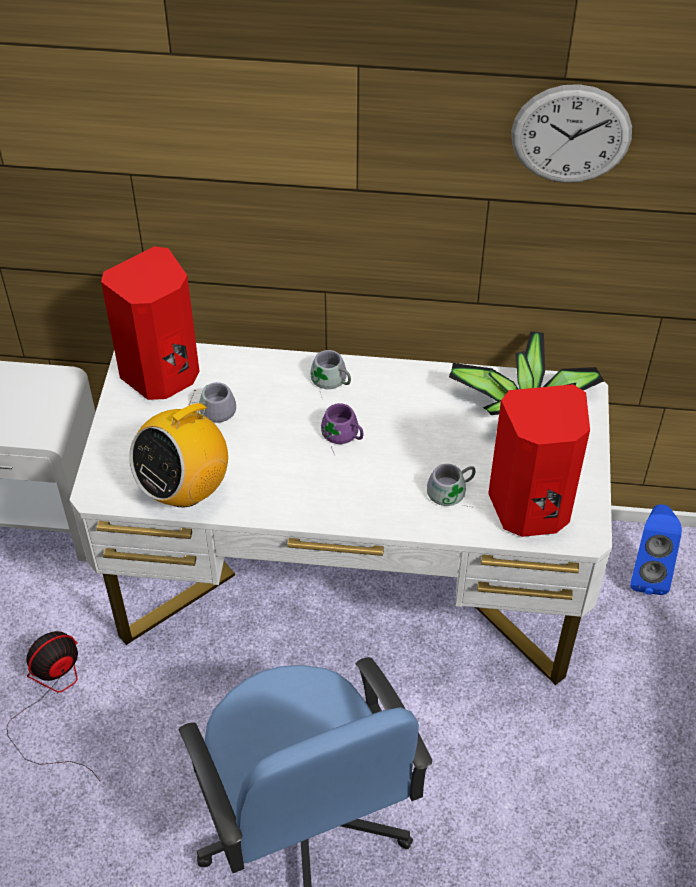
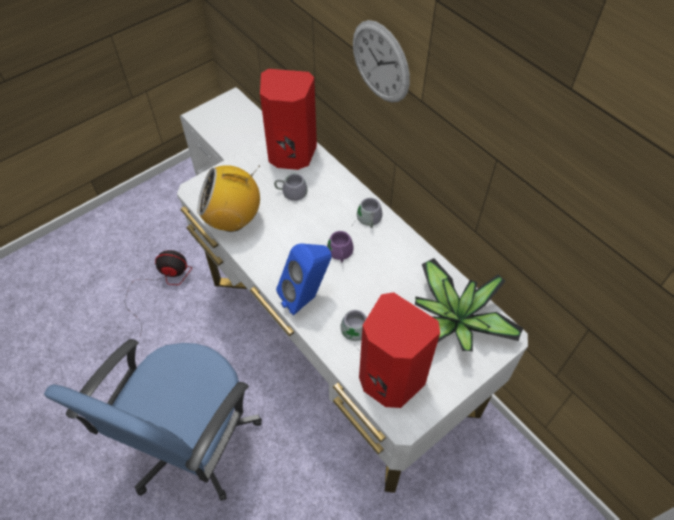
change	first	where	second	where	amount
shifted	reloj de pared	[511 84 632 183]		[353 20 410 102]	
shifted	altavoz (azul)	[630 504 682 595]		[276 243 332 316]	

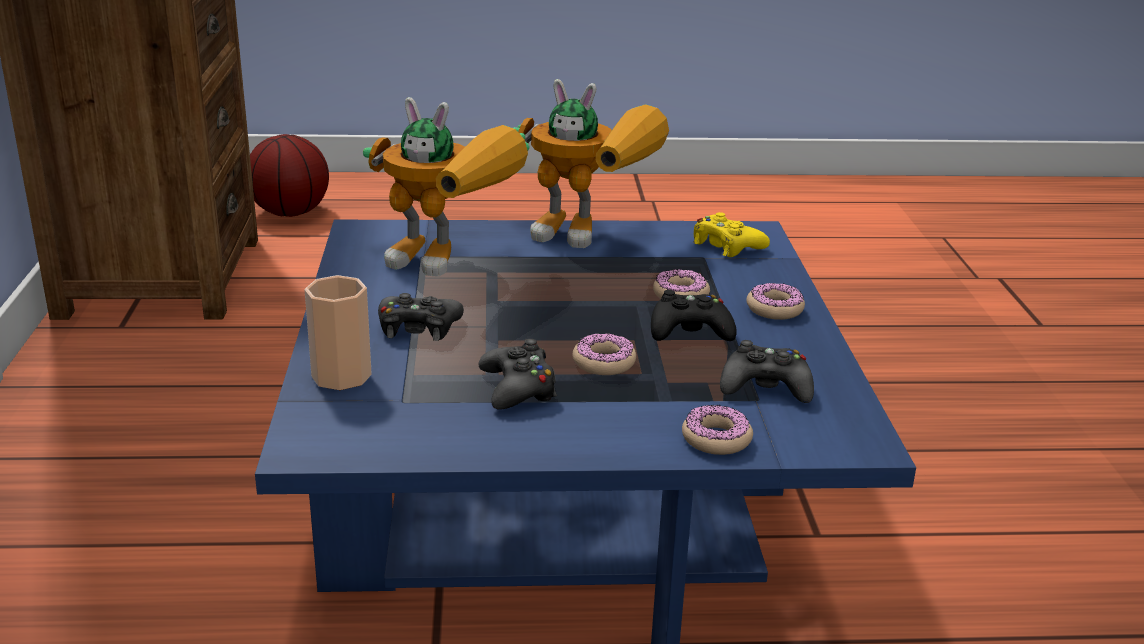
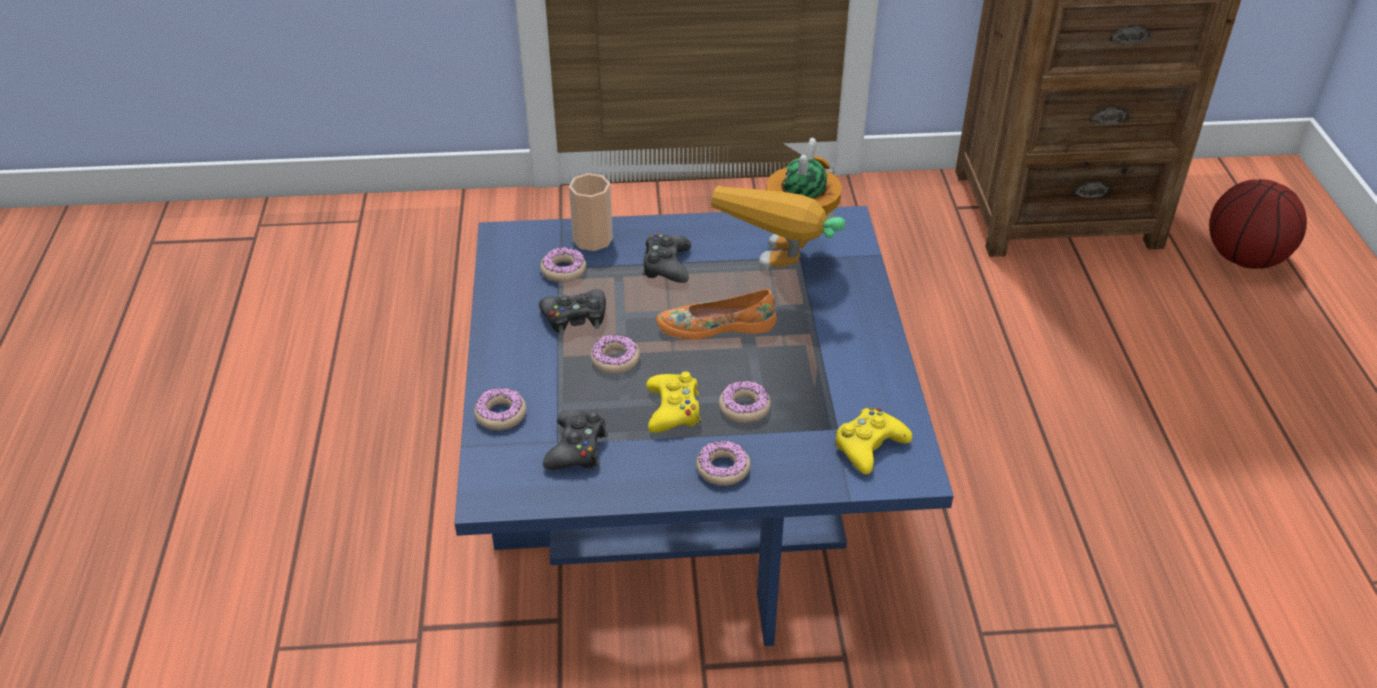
change	first	where	second	where	amount
gone	robot de juguete	[514 79 669 248]			
repainted	mando de consola (negro)	[651 290 736 341]	mando de consola (amarillo)	[646 371 701 433]	
new			rosquilla	[540 247 586 283]	
new			zapato (naranja)	[656 289 777 340]	

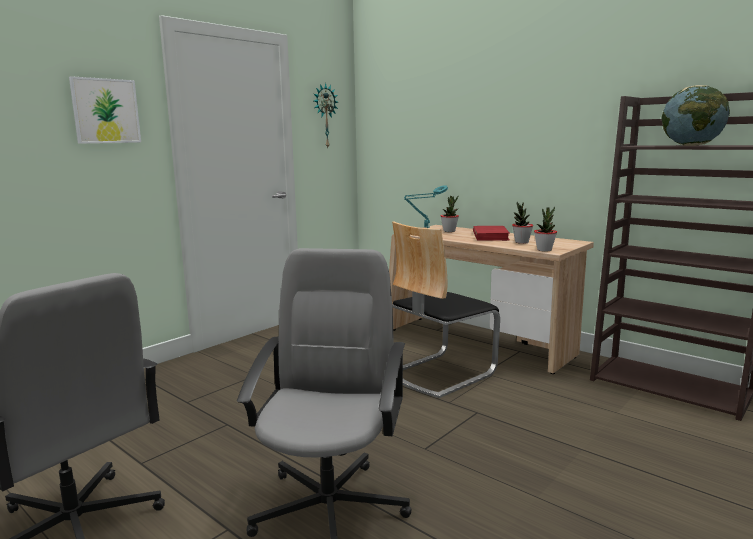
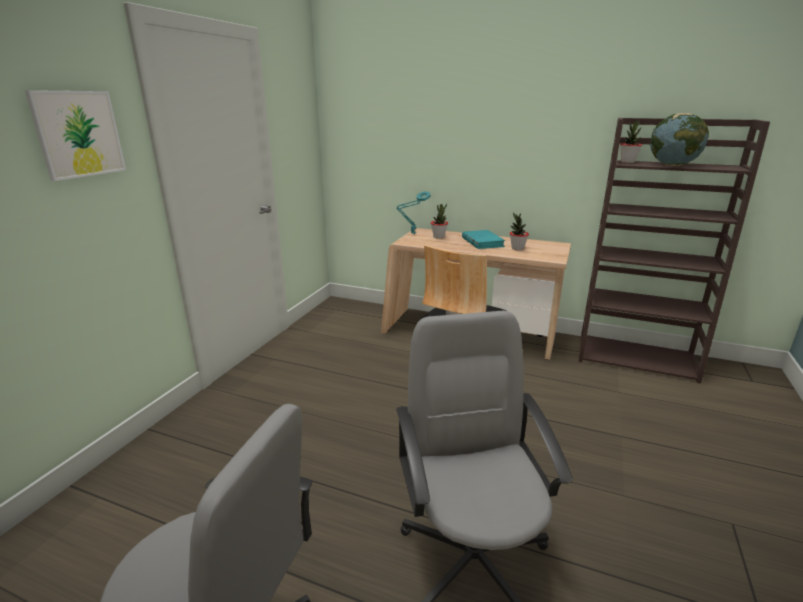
change	first	where	second	where	amount
gone	reloj de pared	[314 83 338 148]			
shifted	planta en maceta	[534 207 557 252]		[620 121 642 163]	
repainted	libro (rojo)	[473 226 510 241]	libro (turquesa)	[462 230 505 249]	

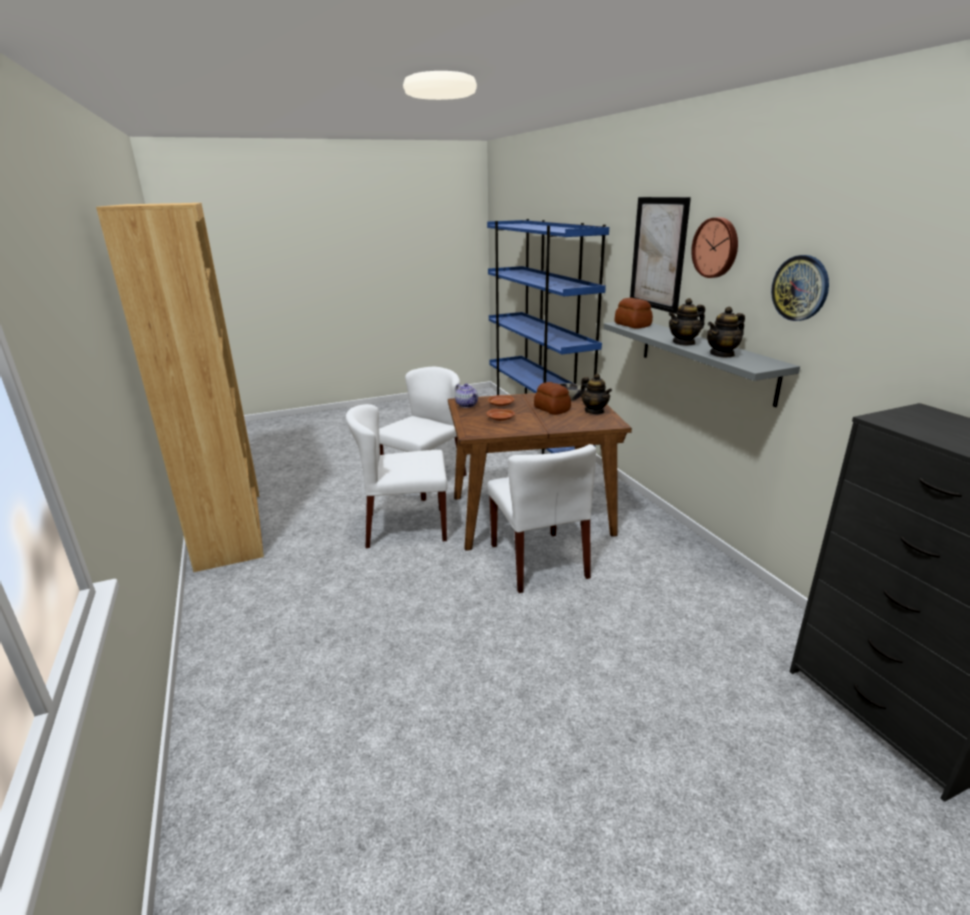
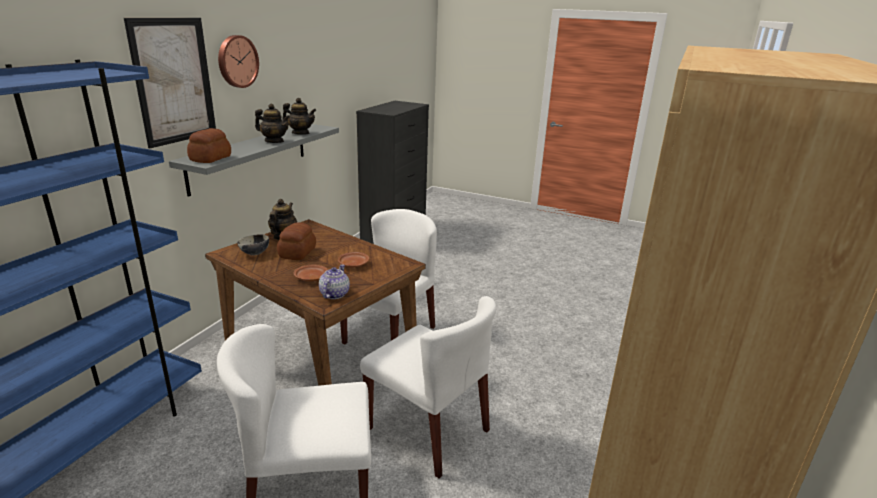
change	first	where	second	where	amount
gone	reloj de pared	[771 255 829 321]			

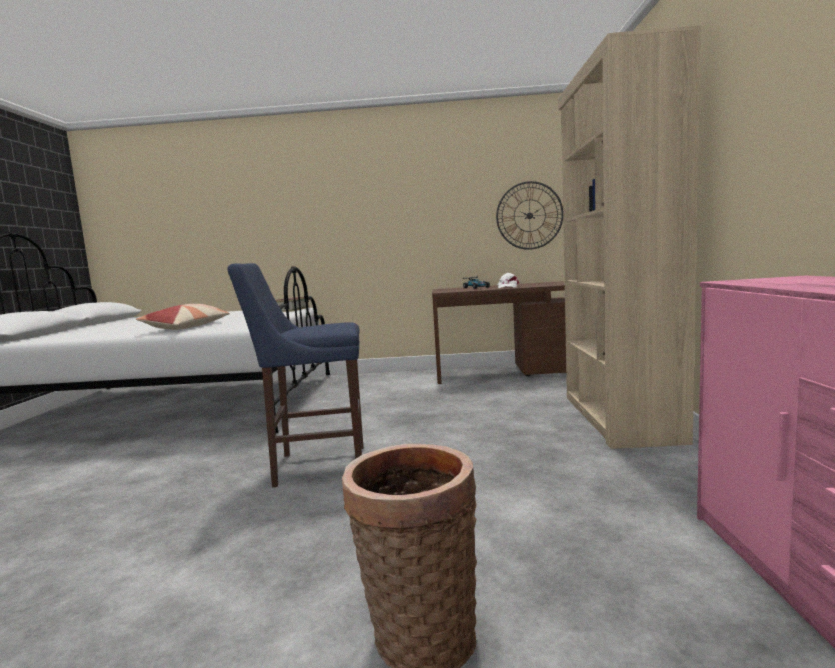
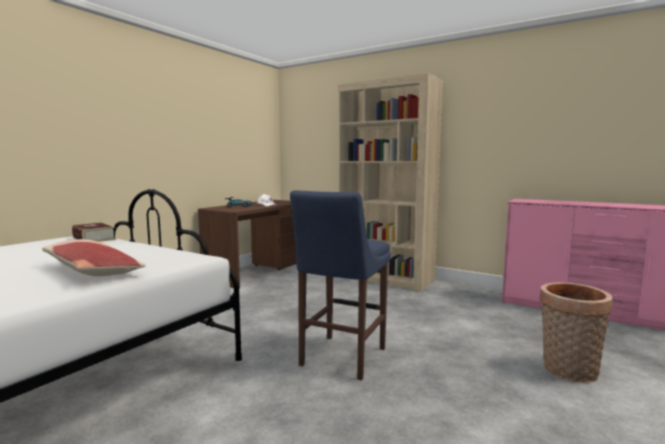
change	first	where	second	where	amount
gone	reloj de pared	[496 181 563 250]			

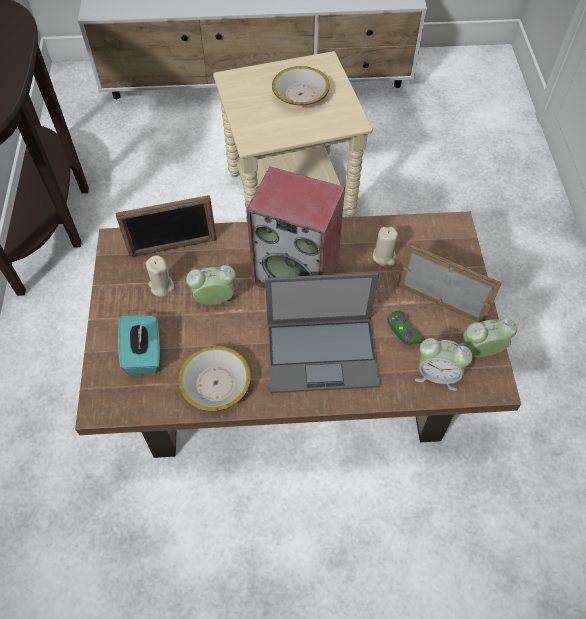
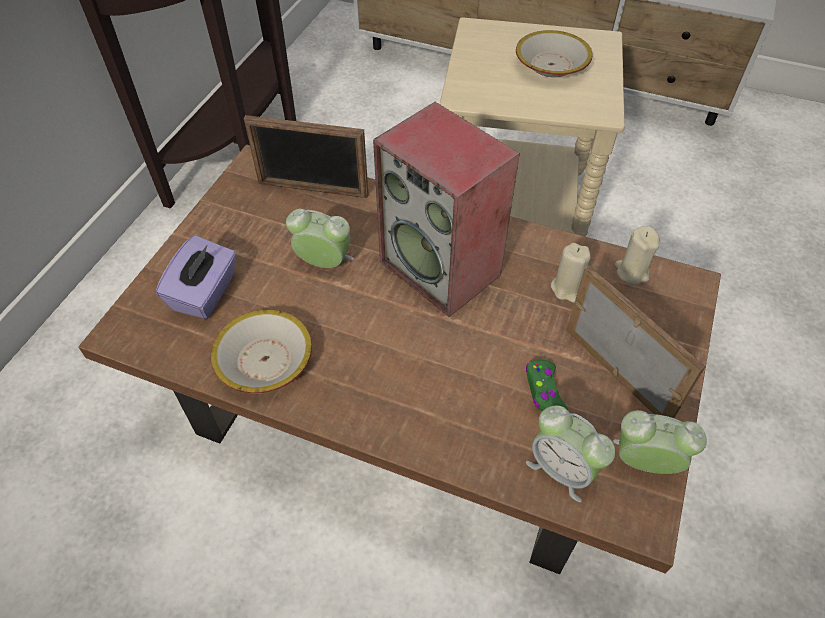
change	first	where	second	where	amount
shifted	vela (beis)	[145 255 174 297]		[615 226 660 285]	
gone	portátil	[265 272 380 393]			
repainted	caja de pañuelos (turquesa)	[118 316 160 376]	caja de pañuelos (morado)	[156 235 236 319]	

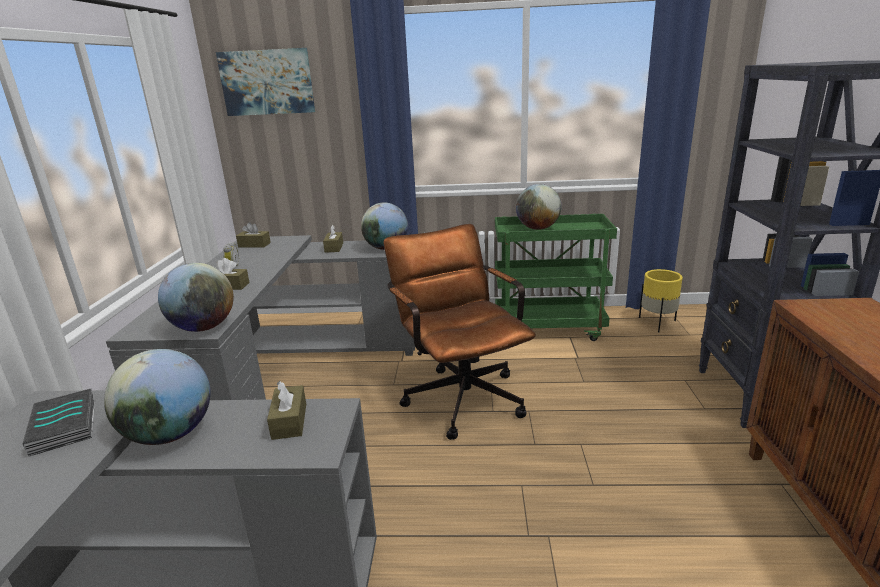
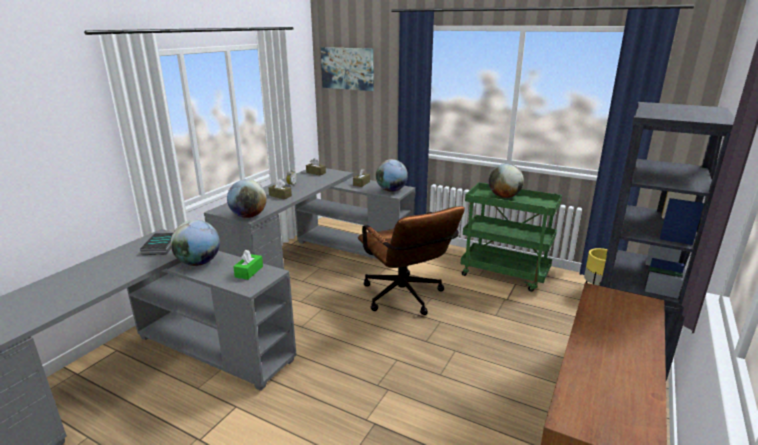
change	first	where	second	where	amount
rotated	silla de oficina (marrón)	[384 224 536 440]		[358 206 465 315]	150 degrees clockwise
repainted	caja de pañuelos (marrón)	[267 381 306 440]	caja de pañuelos (verde)	[233 250 263 280]	

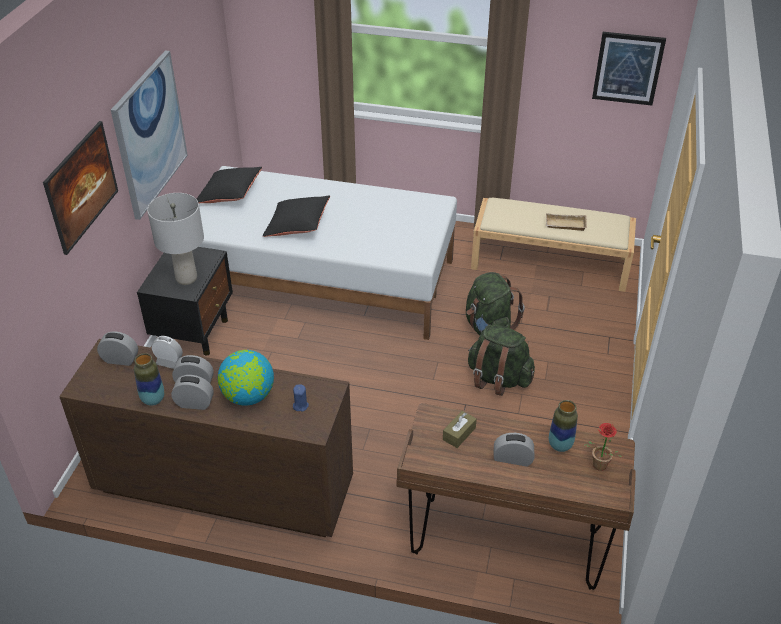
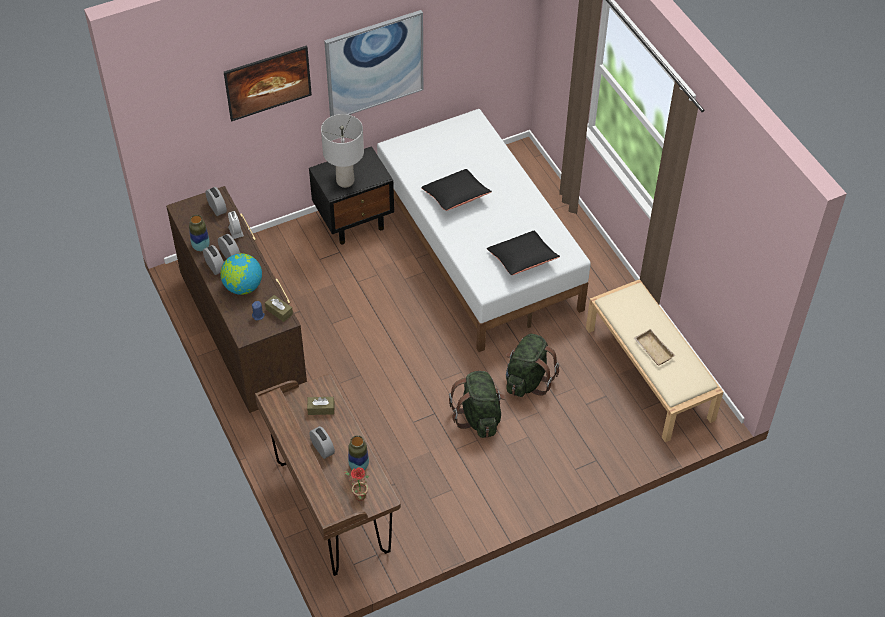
change	first	where	second	where	amount
gone	cuadro	[592 32 666 106]			
shifted	cojín (negro)	[197 167 262 203]		[487 231 560 275]	
new			caja de pañuelos (marrón)	[265 295 293 322]	

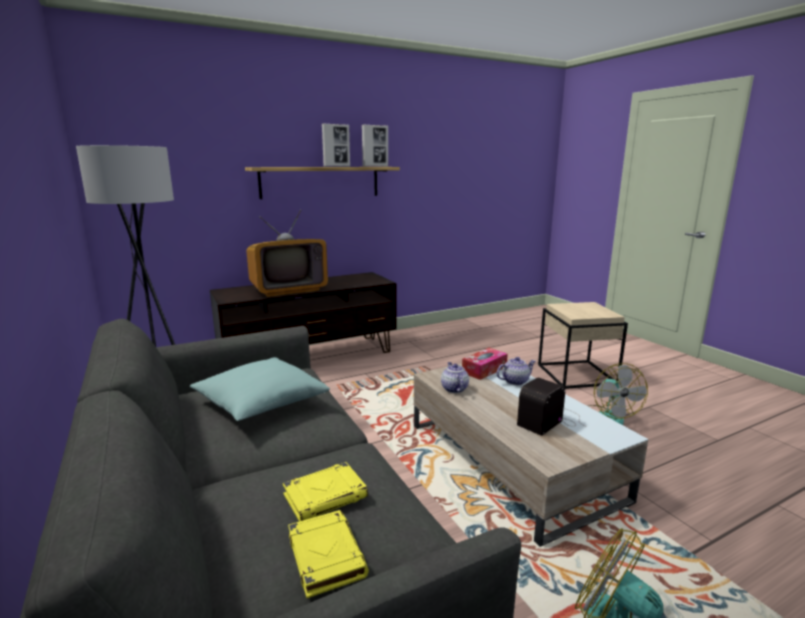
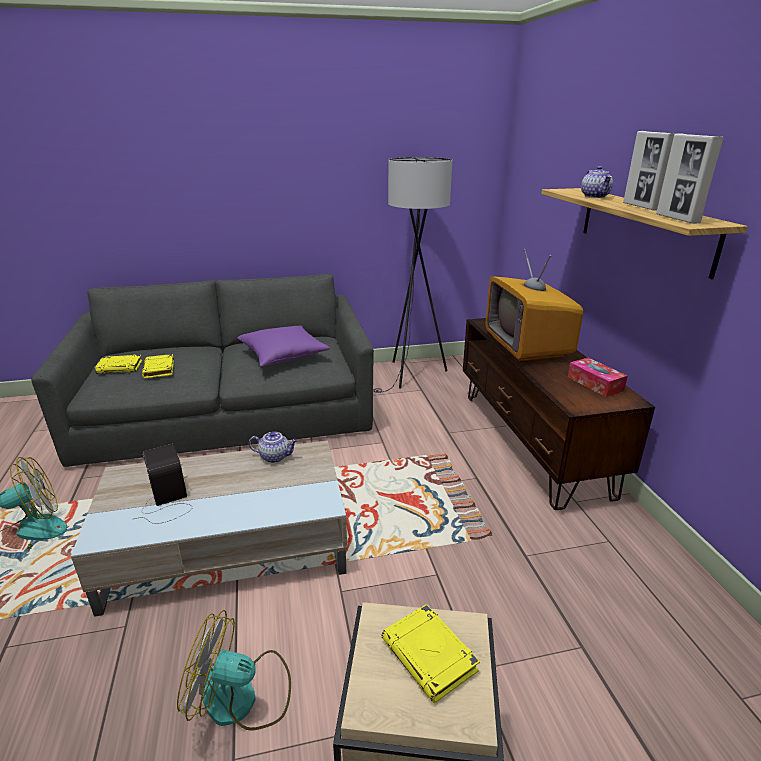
change	first	where	second	where	amount
shifted	caja de pañuelos	[462 348 508 380]		[568 358 628 397]	
repainted	cojín (turquesa)	[190 357 330 421]	cojín (morado)	[237 326 330 367]	
shifted	tetera	[496 357 536 385]		[581 166 613 198]	
new			libro (amarillo)	[382 604 480 703]	

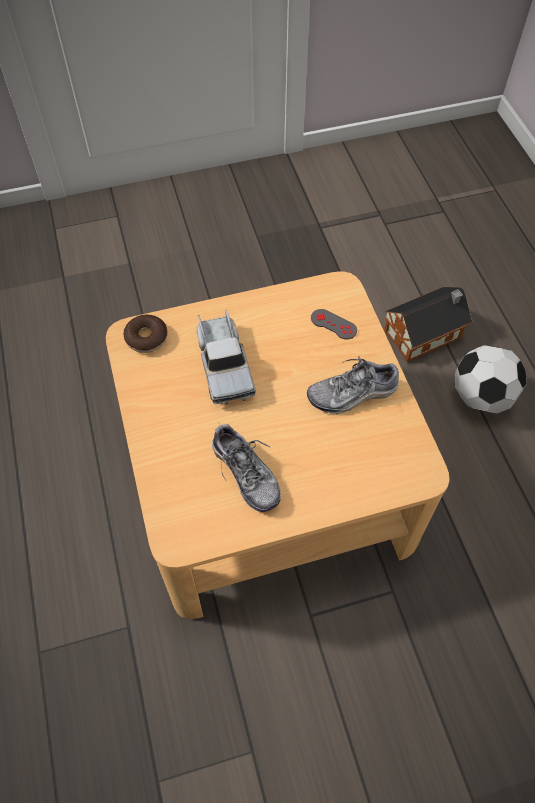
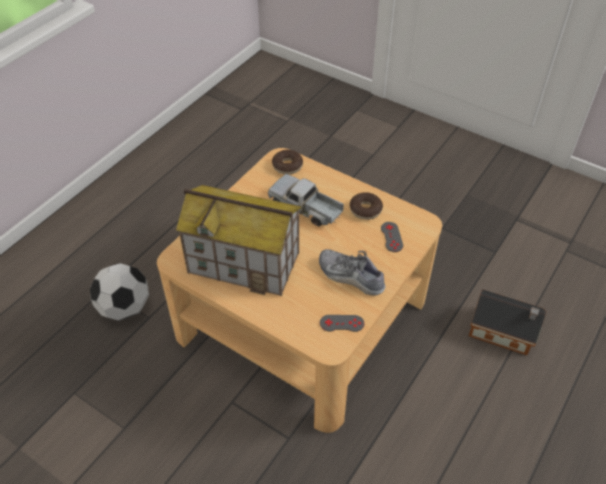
change	first	where	second	where	amount
rotated	camión de juguete	[197 310 256 405]		[268 174 344 226]	90 degrees clockwise
shifted	balón de fútbol	[454 346 527 413]		[90 263 149 321]	
swapped	zapato	[212 421 281 512]	casita	[176 185 301 296]	
new			rosquilla	[349 192 383 220]	
new			mando de consola (gris)	[320 315 364 332]	

